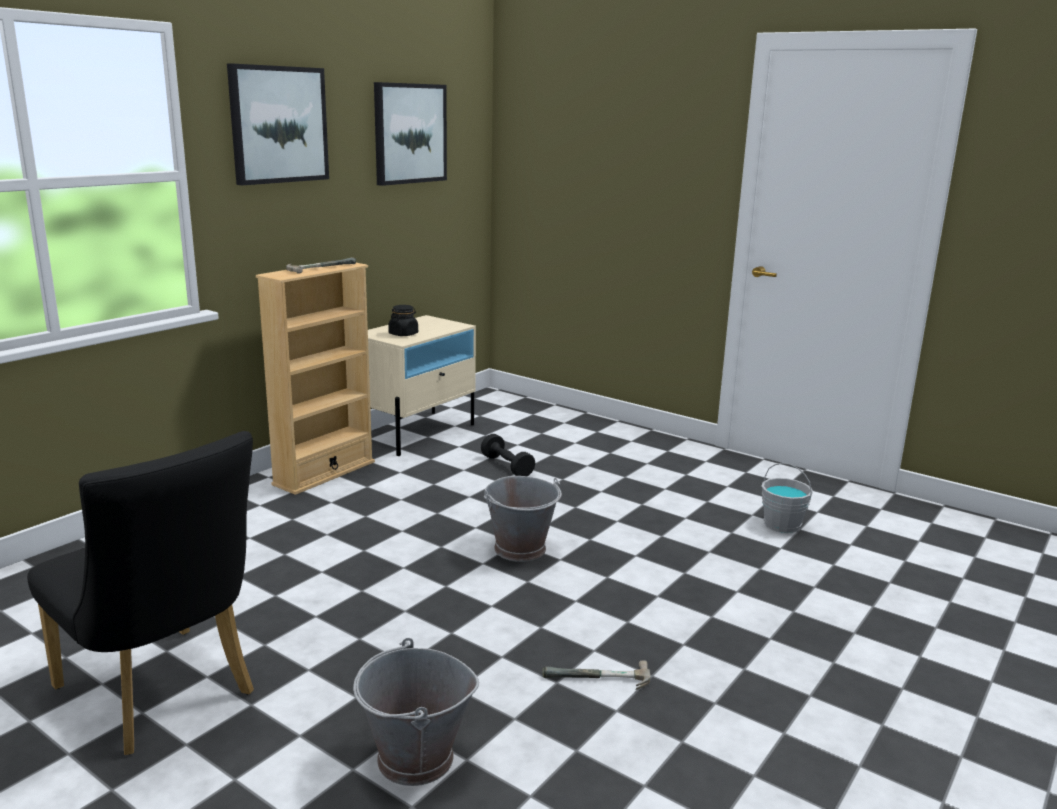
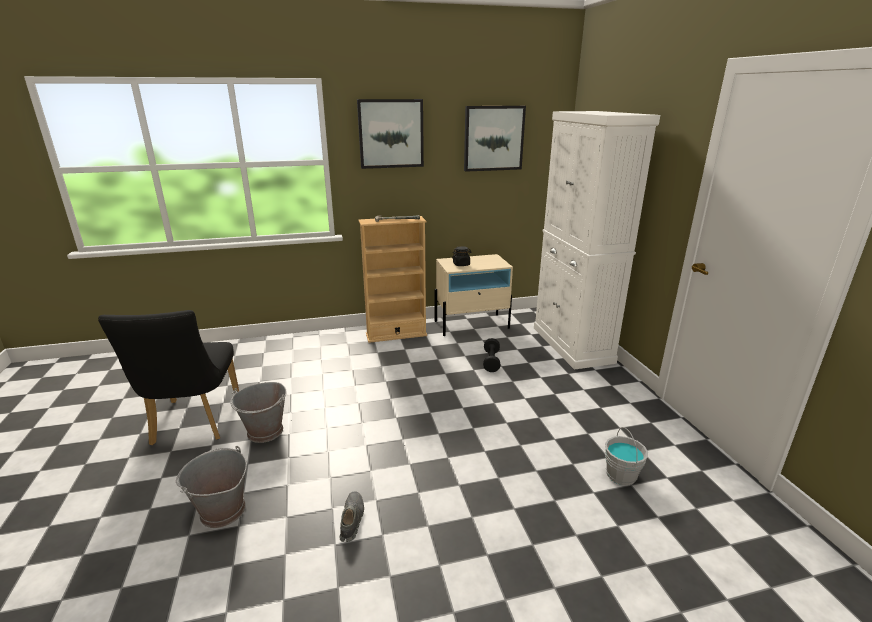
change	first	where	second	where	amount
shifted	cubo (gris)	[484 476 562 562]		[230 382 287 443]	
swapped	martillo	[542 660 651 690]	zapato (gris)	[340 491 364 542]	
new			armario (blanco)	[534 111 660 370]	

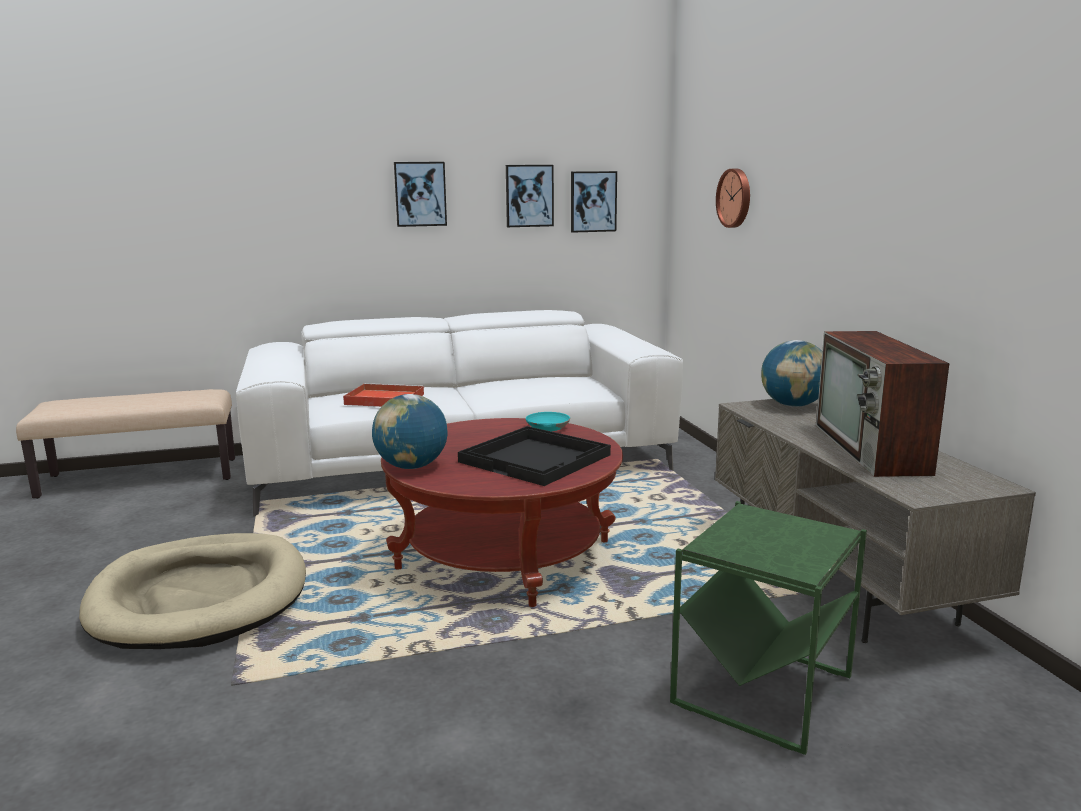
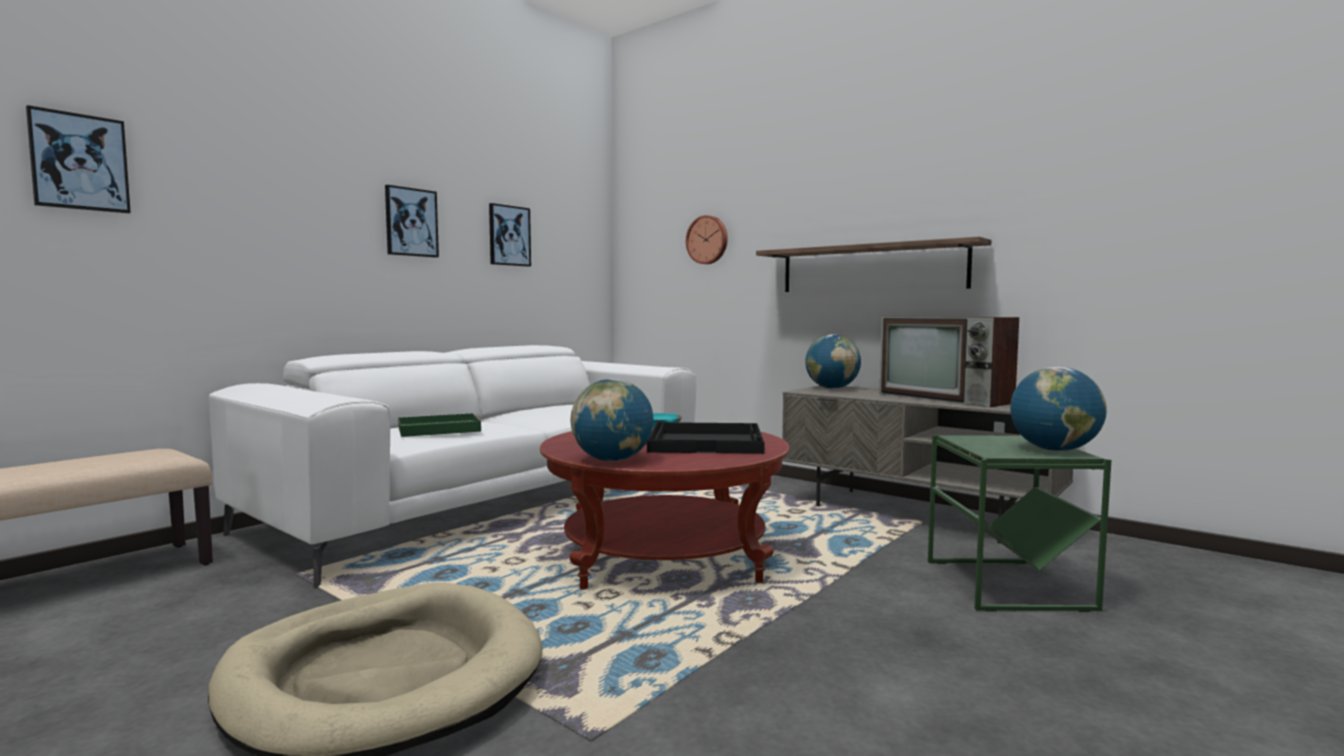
change	first	where	second	where	amount
shifted	cuadro	[571 171 617 233]		[26 105 131 213]	
repainted	bandeja (rojo)	[343 383 424 407]	bandeja (verde)	[398 413 481 437]	
new			estante	[756 237 991 292]	
new			globo terráqueo	[1010 367 1107 451]	

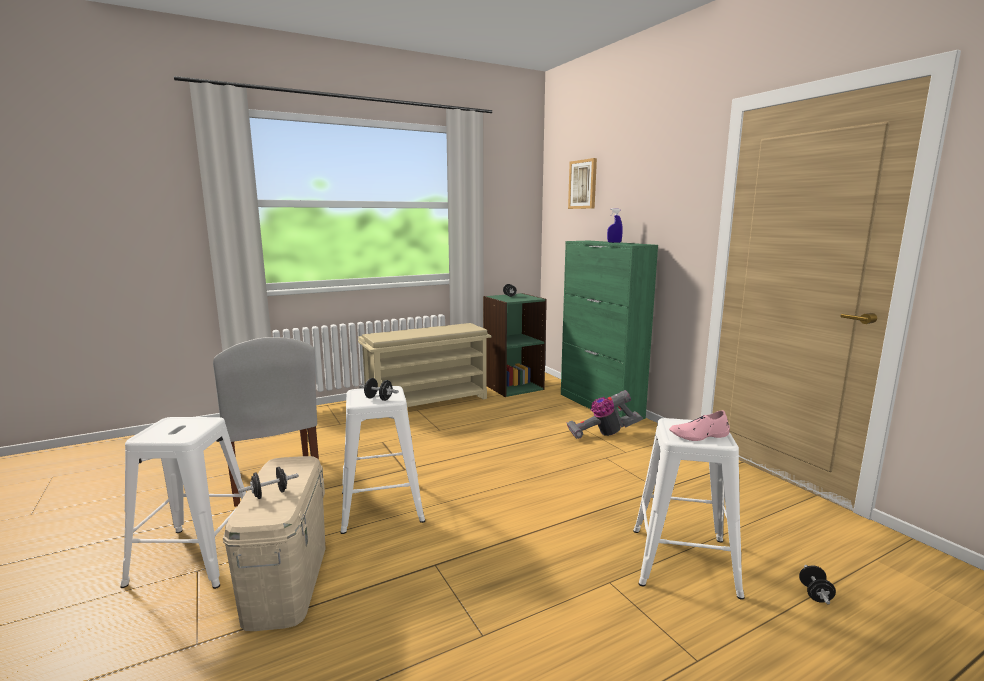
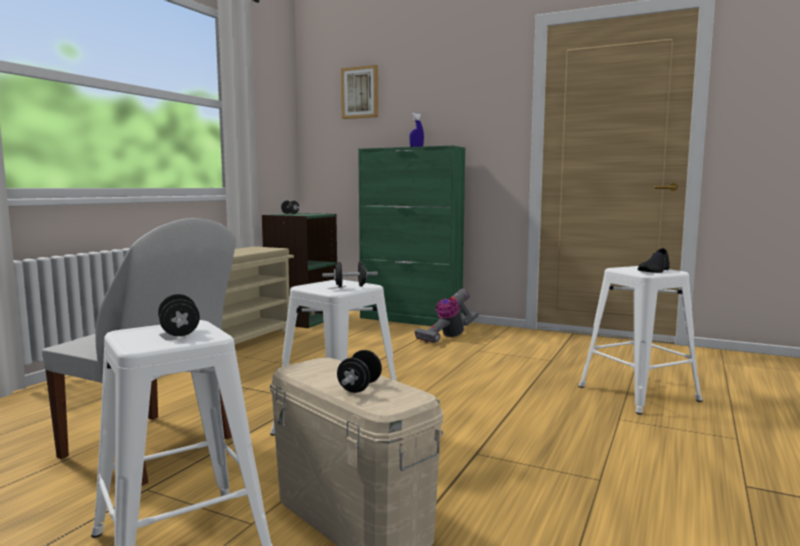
change	first	where	second	where	amount
repainted	zapato (rosa)	[669 410 730 441]	zapato (negro)	[638 248 670 273]	
shifted	mancuerna (negro)	[799 565 836 604]		[158 294 200 336]	

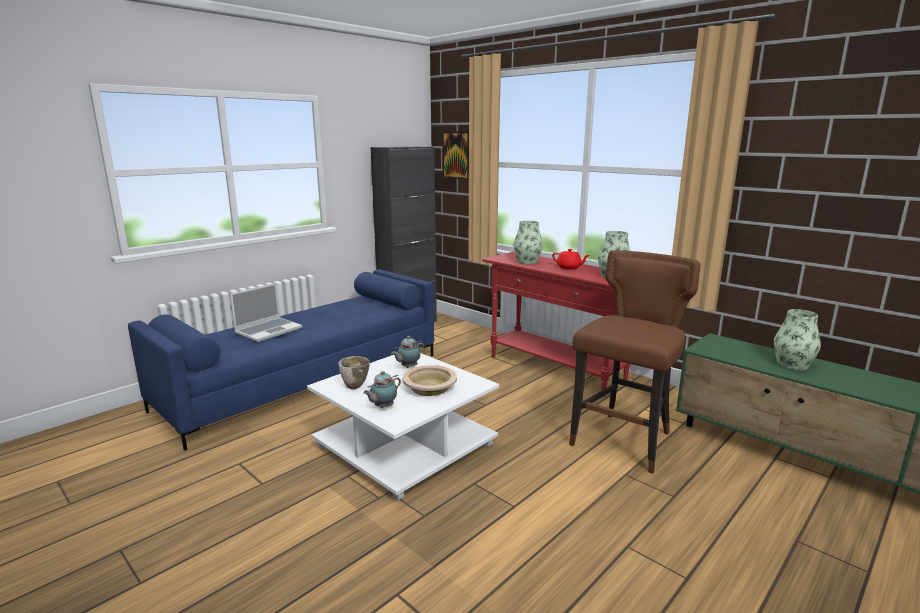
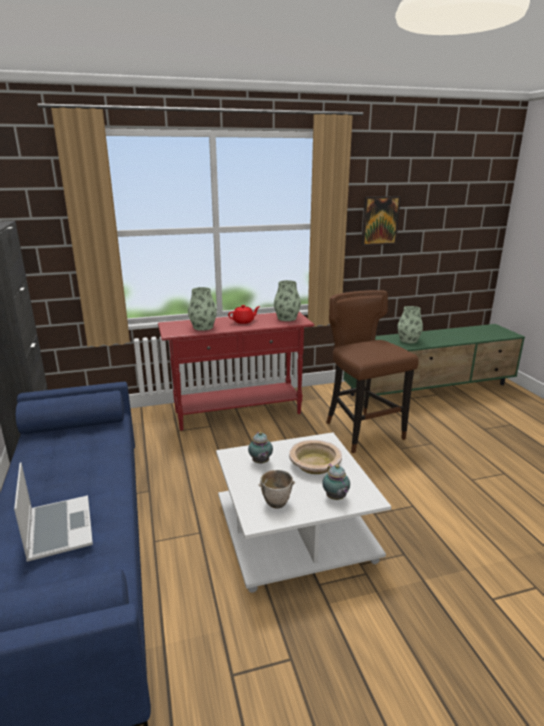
change	first	where	second	where	amount
shifted	cuadro	[442 132 469 180]		[361 196 401 246]	

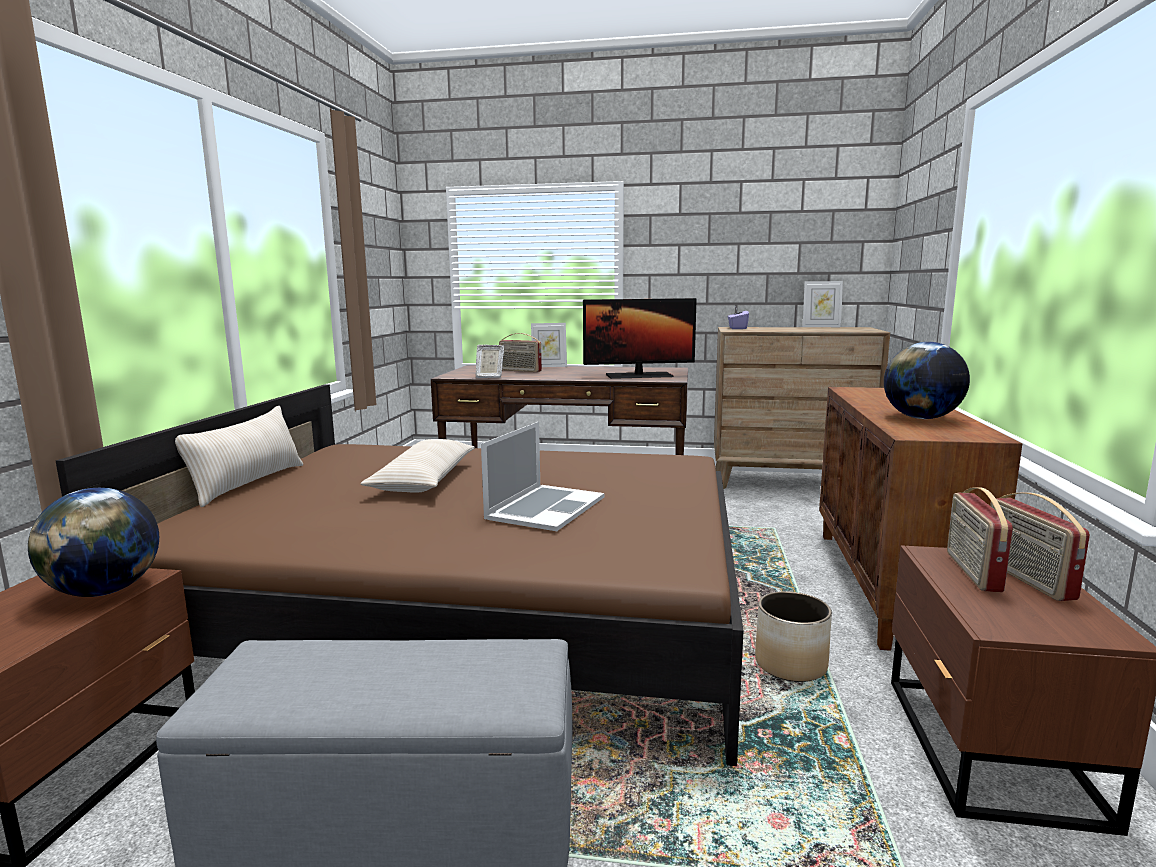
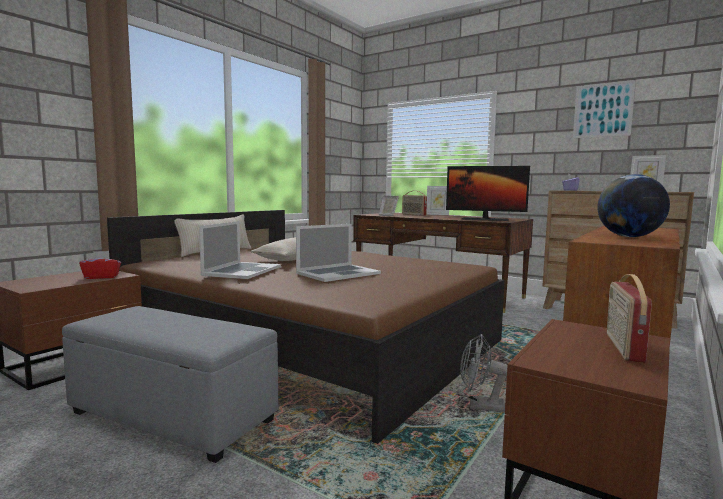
change	first	where	second	where	amount
gone	radio	[947 487 1013 593]			
swapped	globo terráqueo	[28 488 159 597]	caja de pañuelos (rojo)	[79 251 121 279]	
swapped	maceta	[755 591 832 682]	ventilador (gris)	[460 334 507 412]	
new			cuadro	[573 80 636 138]	
new			portátil	[199 221 281 279]	

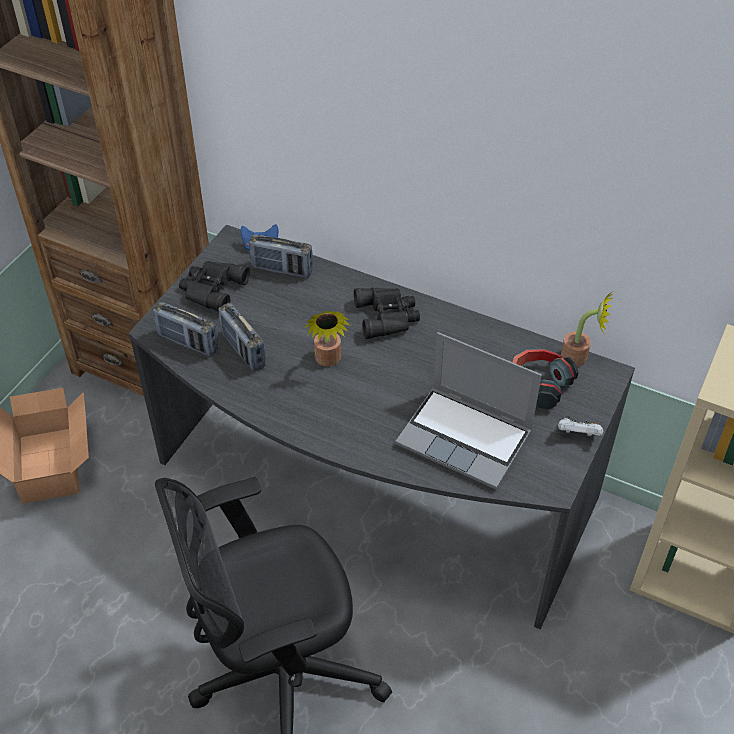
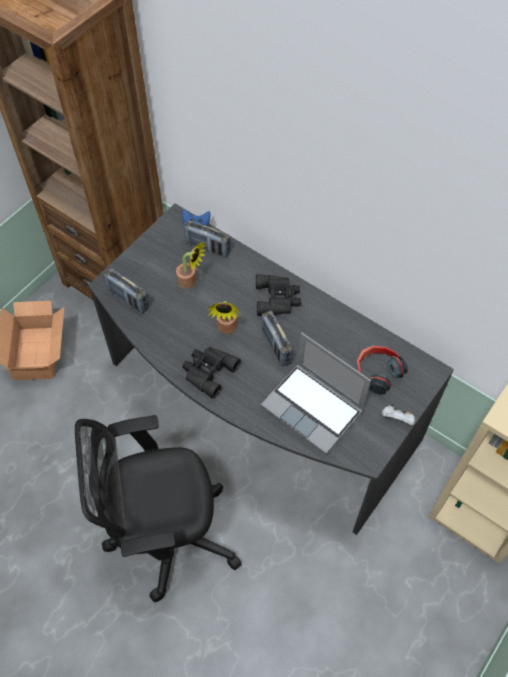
change	first	where	second	where	amount
shifted	prismáticos (negro)	[179 261 250 312]		[182 347 241 398]	
shifted	planta en maceta	[561 292 614 367]		[176 242 207 289]	
shifted	radio	[218 303 266 372]		[261 311 293 367]	

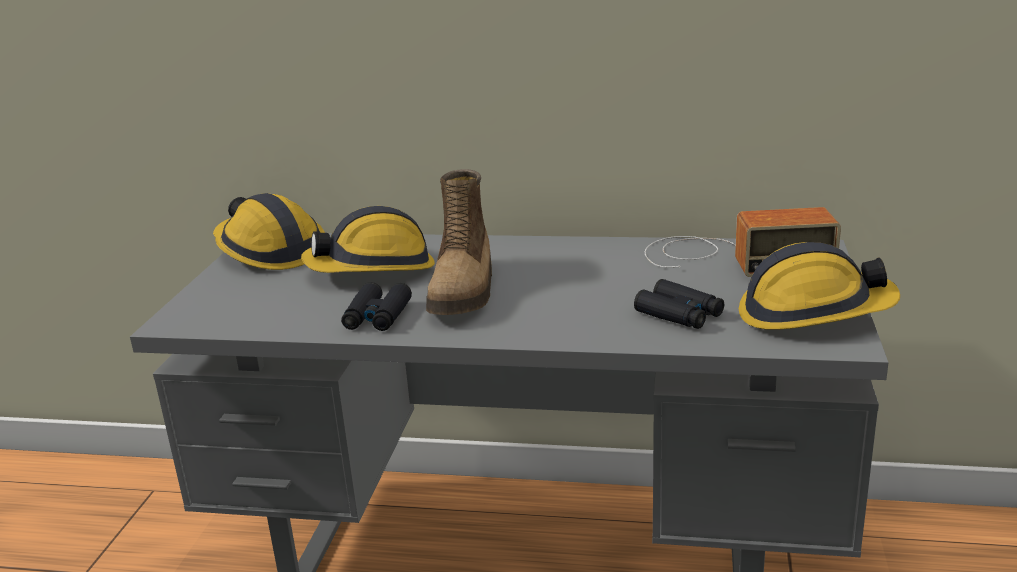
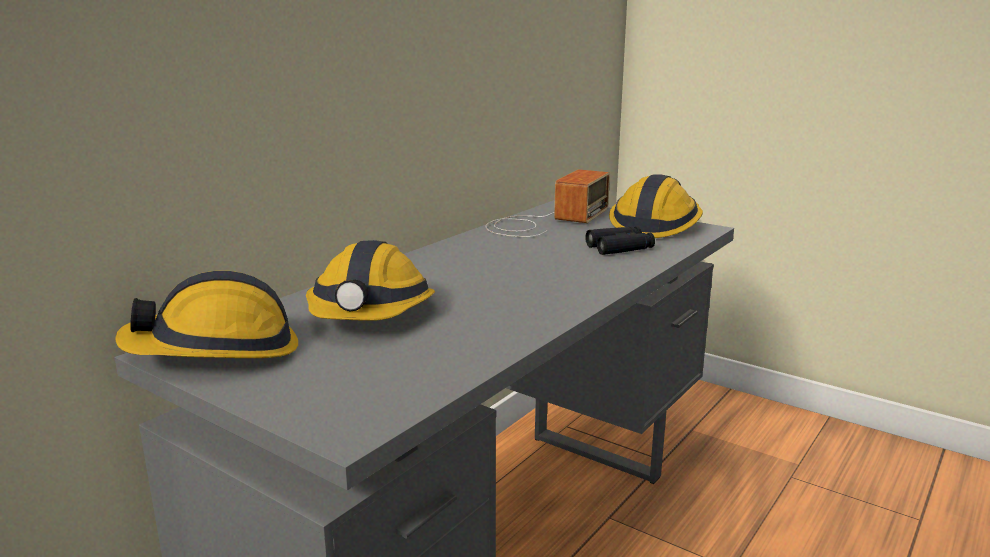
change	first	where	second	where	amount
gone	bota	[426 169 492 315]			
gone	prismáticos (negro)	[341 282 412 331]			

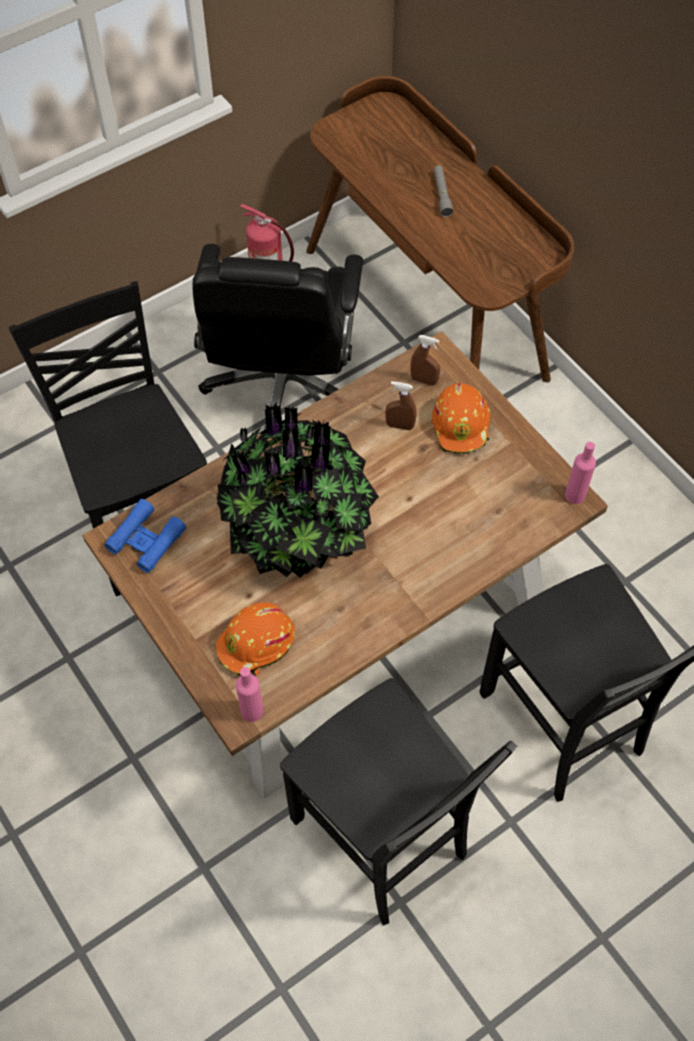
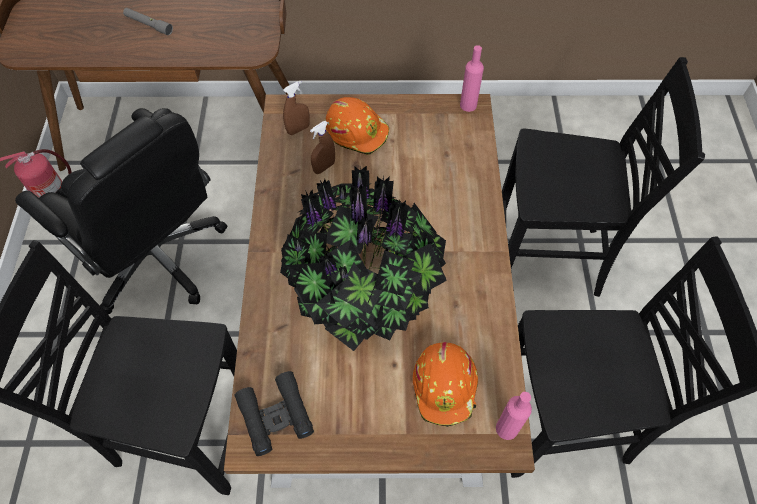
change	first	where	second	where	amount
repainted	prismáticos (azul)	[104 499 186 573]	prismáticos (negro)	[235 371 314 456]	

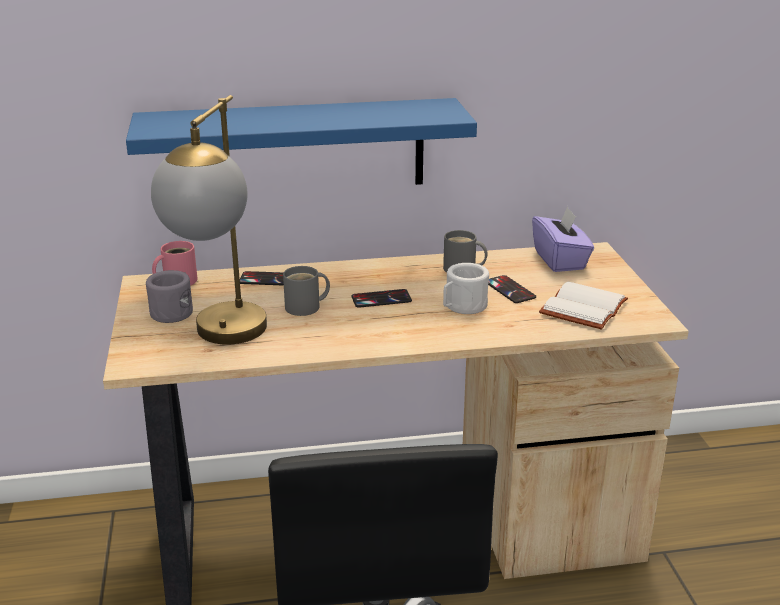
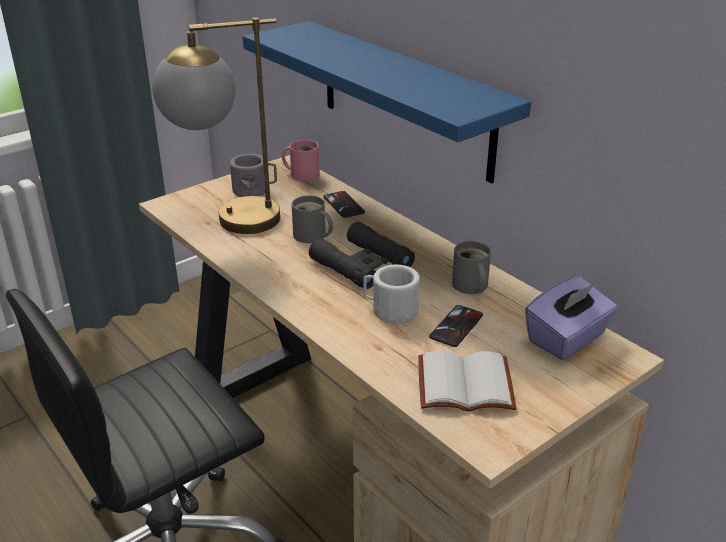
change	first	where	second	where	amount
swapped	móvil	[352 289 412 308]	prismáticos (negro)	[309 222 415 289]	

